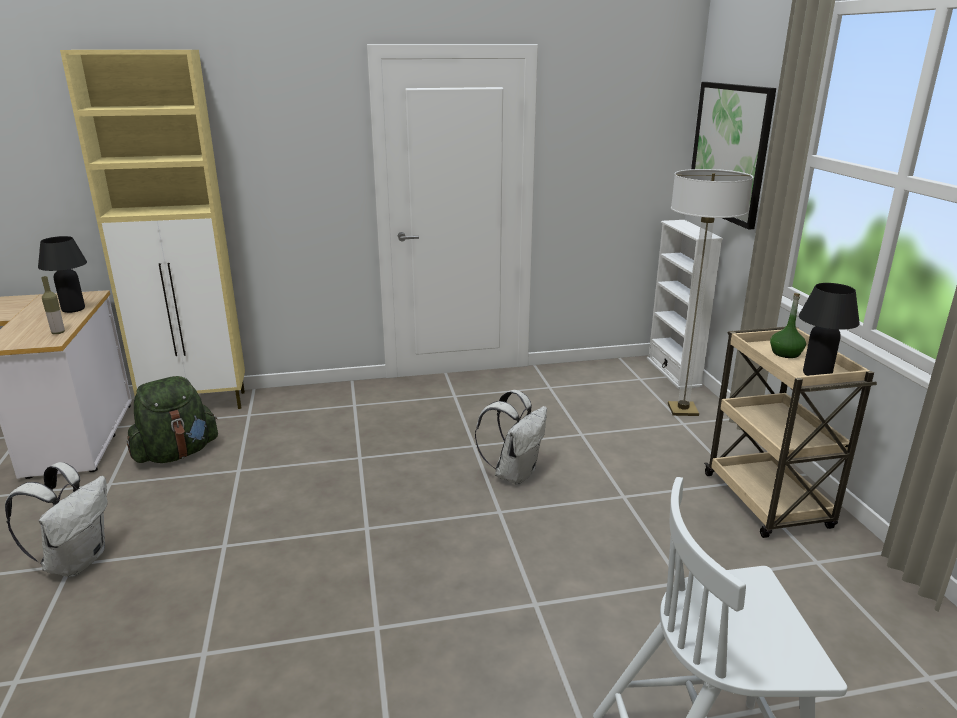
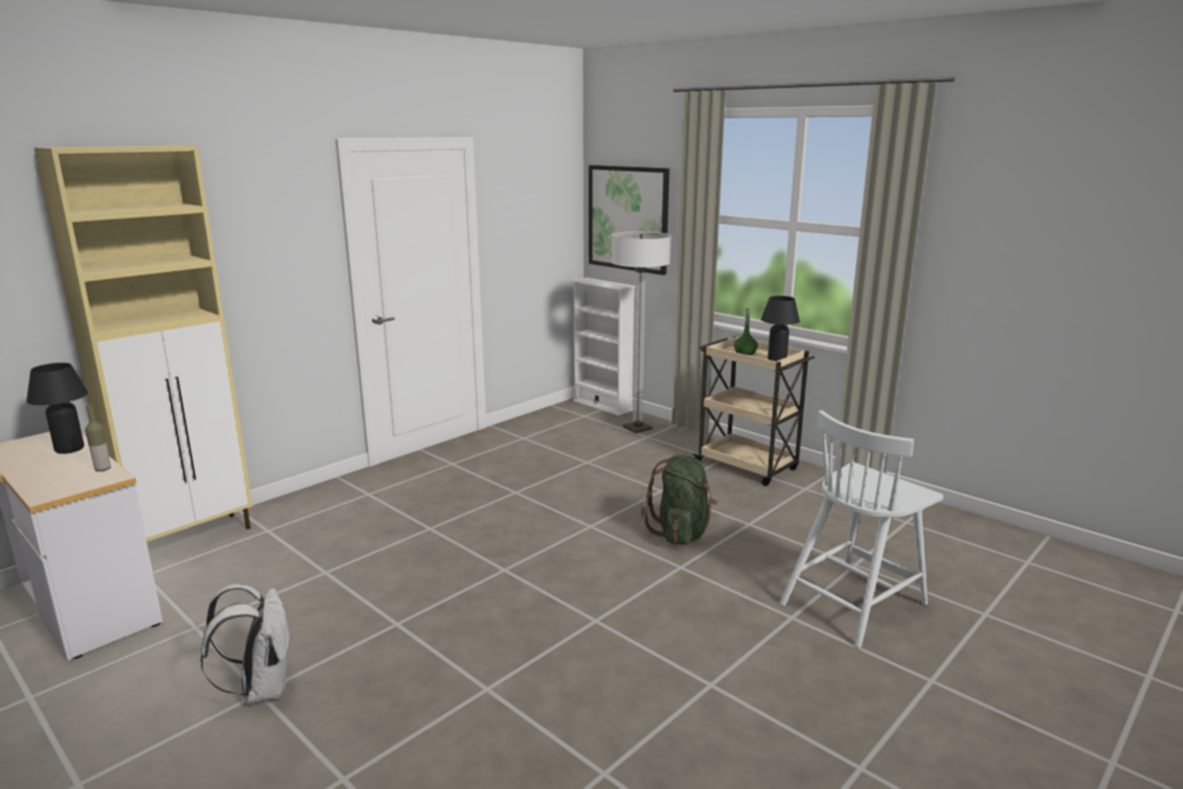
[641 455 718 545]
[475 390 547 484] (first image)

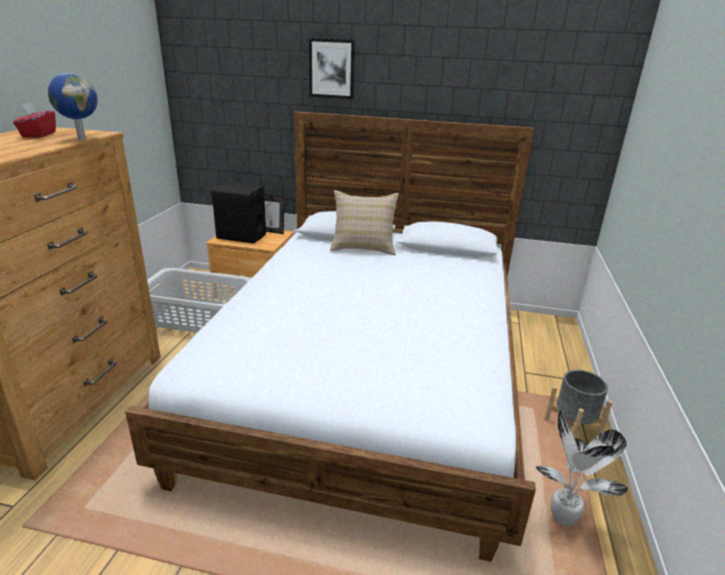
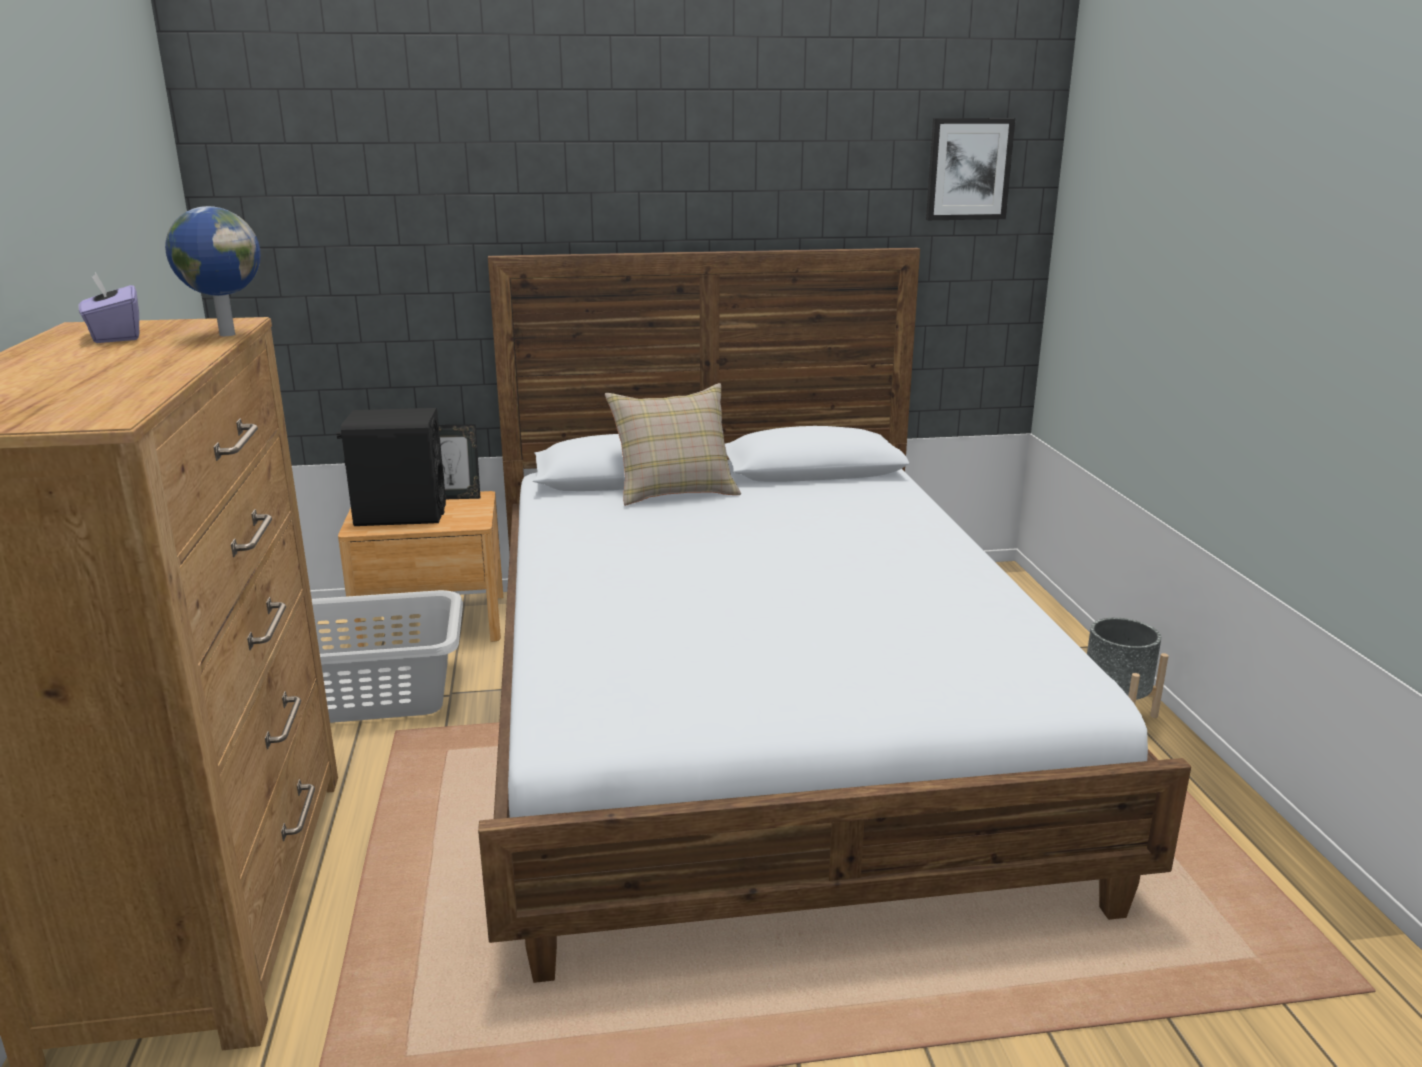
[926 118 1015 220]
[78 272 139 343]
[536 410 628 526] (first image)

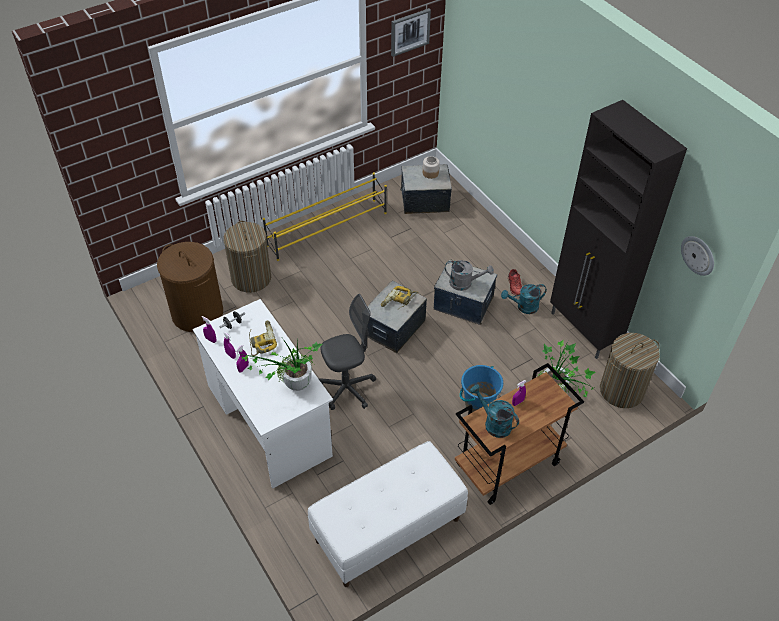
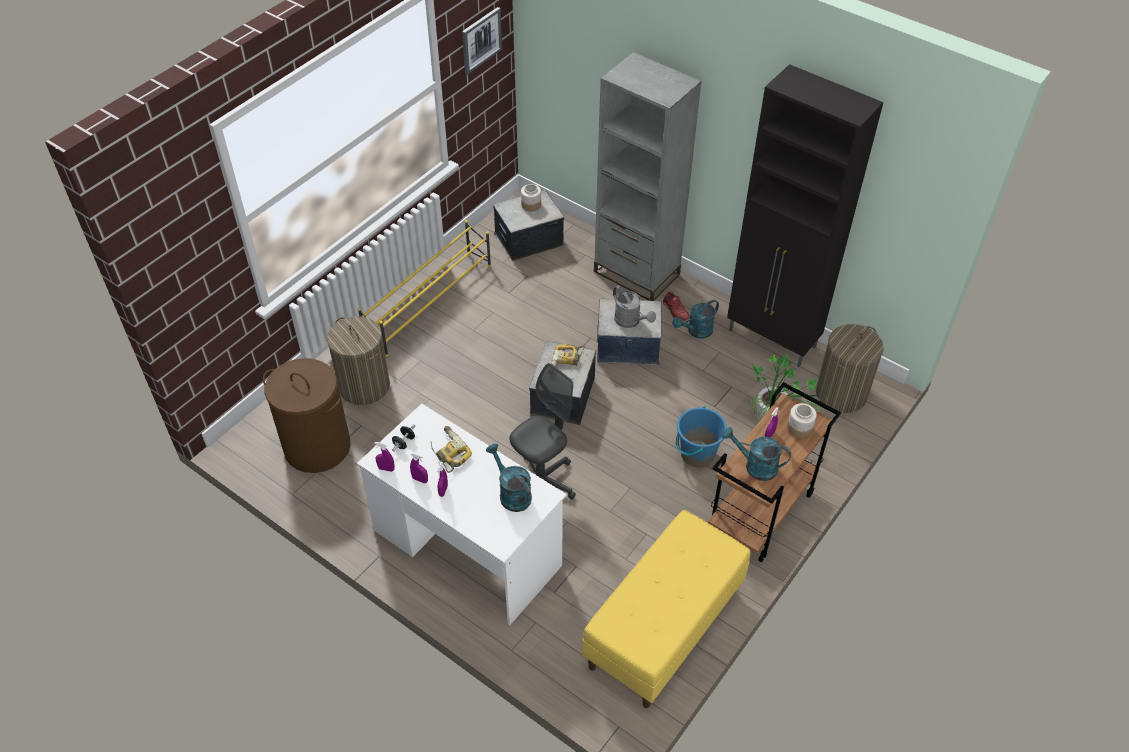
[681 236 714 276] (first image)
[613 286 656 328]
[486 443 532 512]
[582 510 750 708]
[594 52 702 301]
[787 403 817 438]

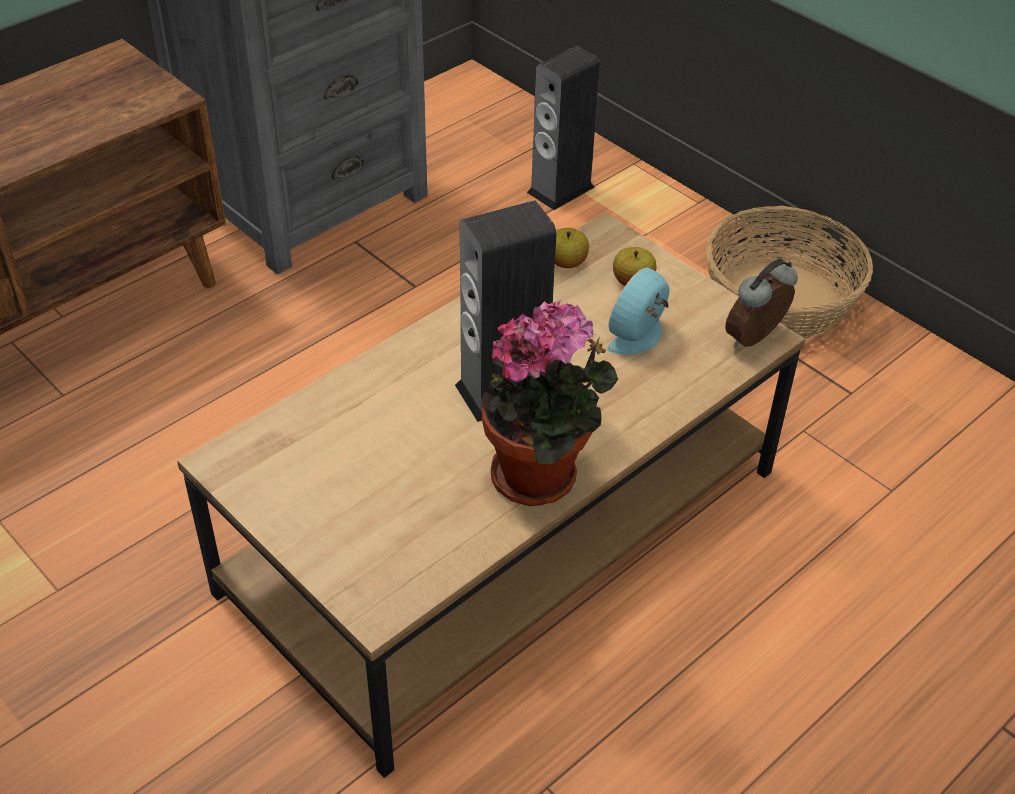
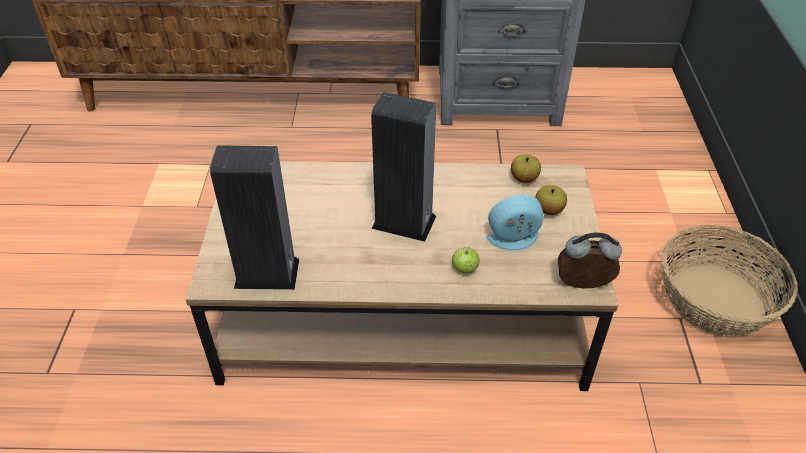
[210 145 299 290]
[481 300 618 506] (first image)
[452 246 480 273]

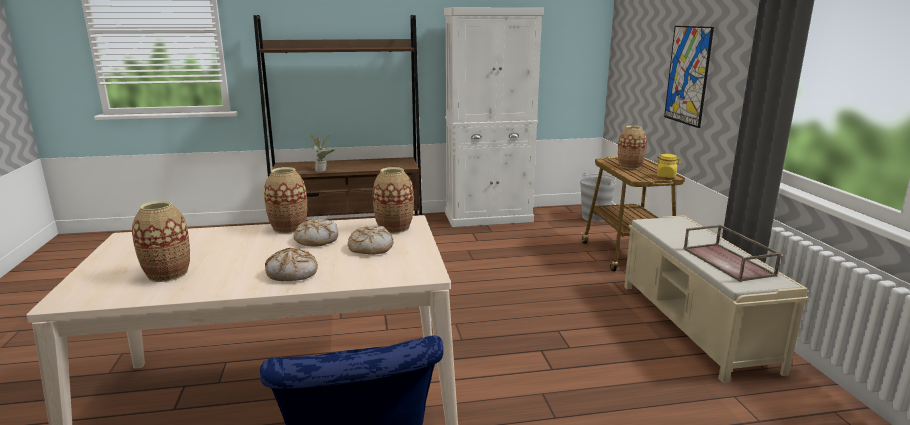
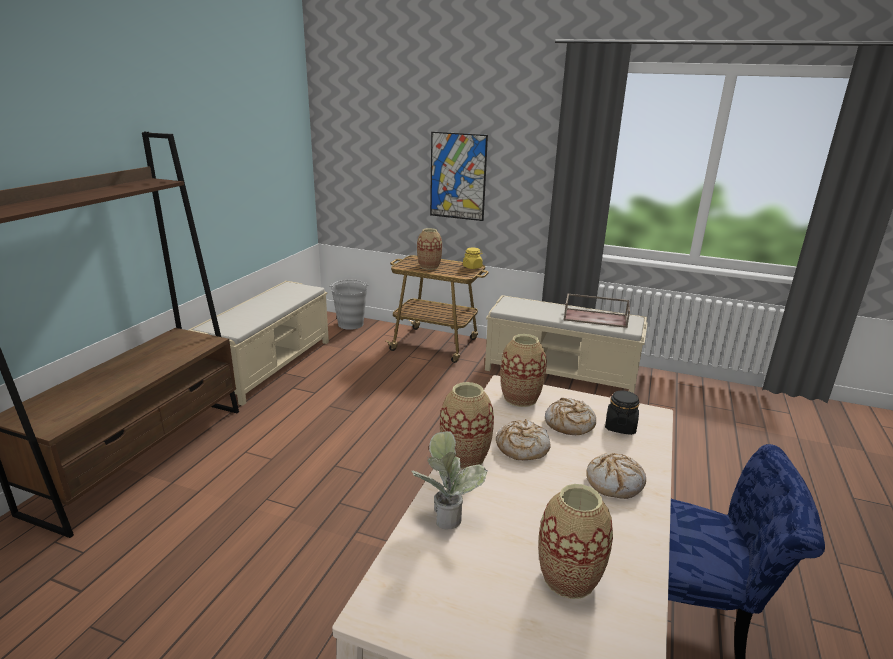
[189 281 329 406]
[412 431 488 530]
[605 390 640 435]

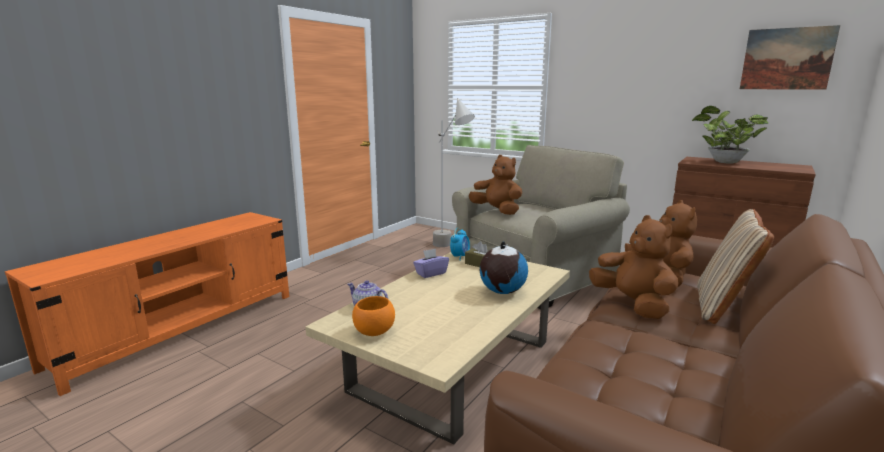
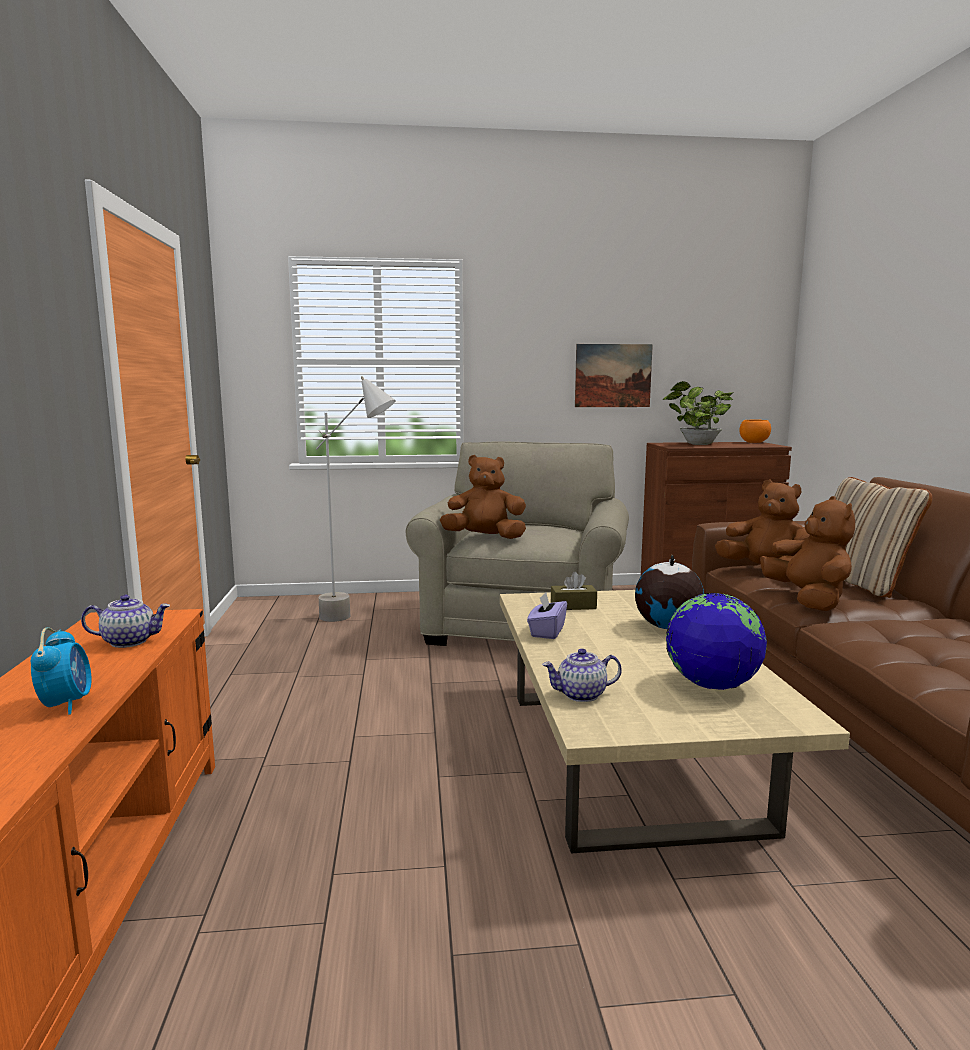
[575 344 653 407]
[760 496 855 611]
[31 627 92 715]
[739 420 771 443]
[666 593 767 690]
[81 595 170 648]

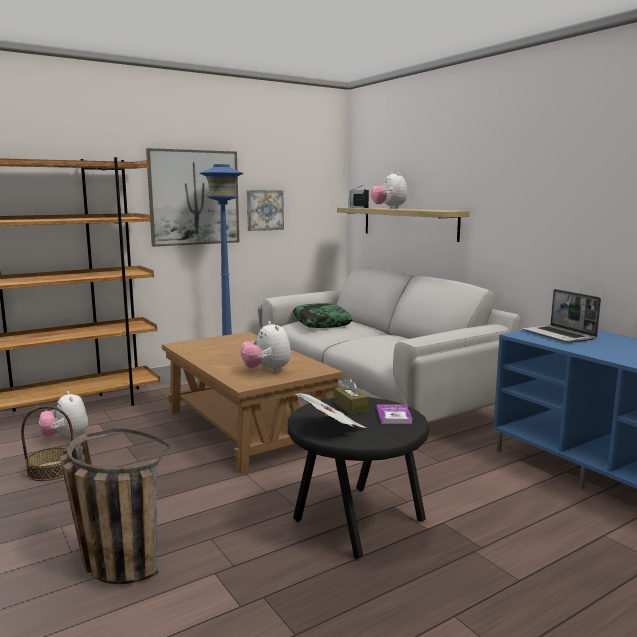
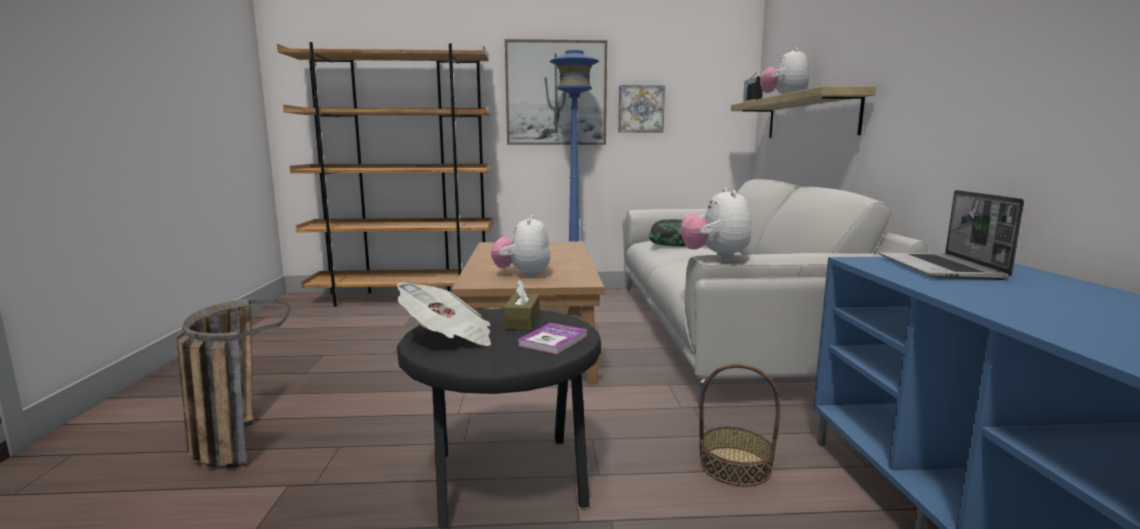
[680 188 751 260]
[699 364 780 486]

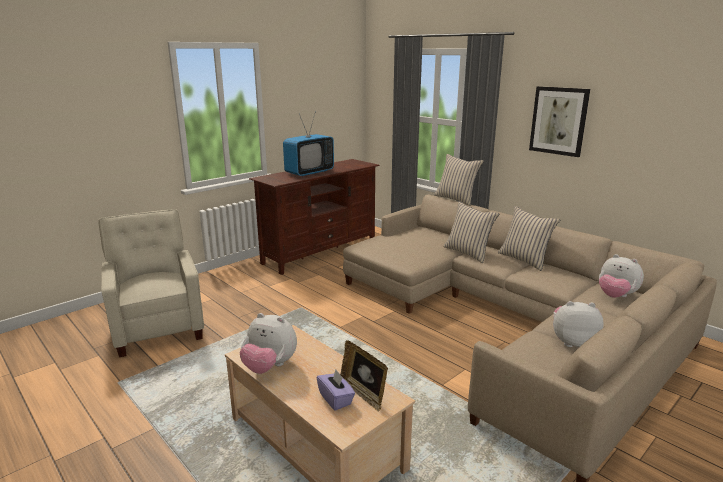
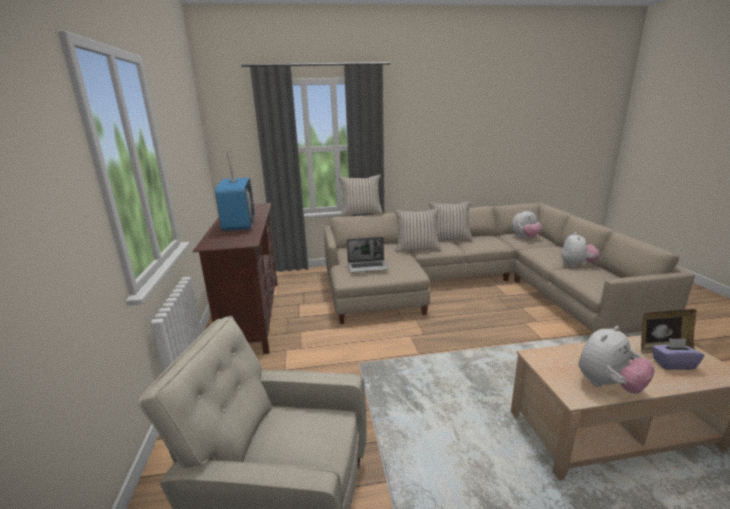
[529 86 590 157] (first image)
[561 232 599 268]
[347 237 388 273]

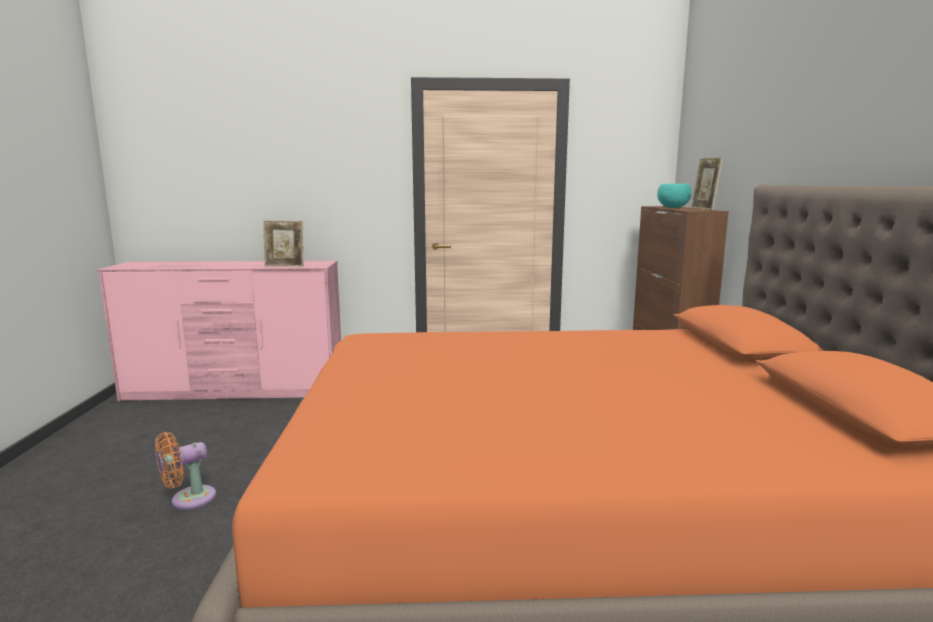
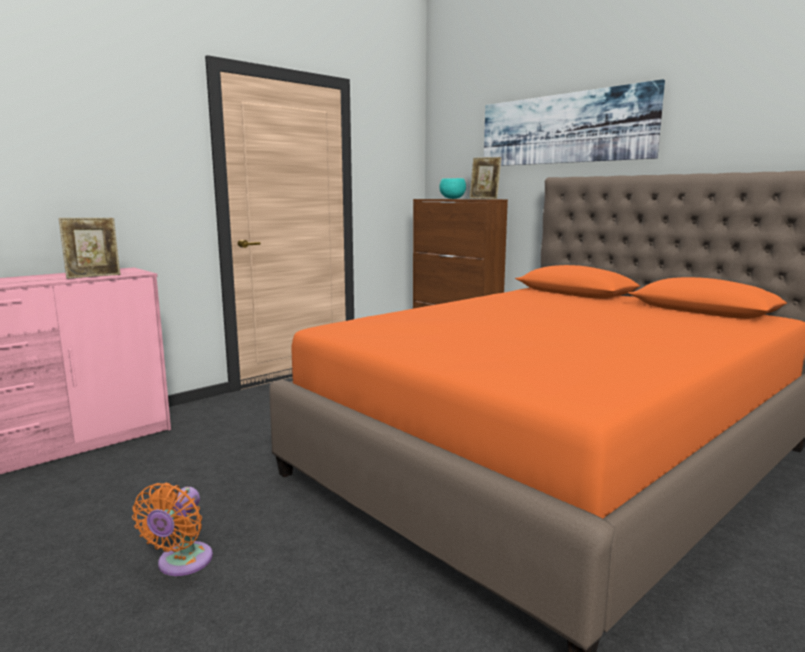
[484 79 665 166]

